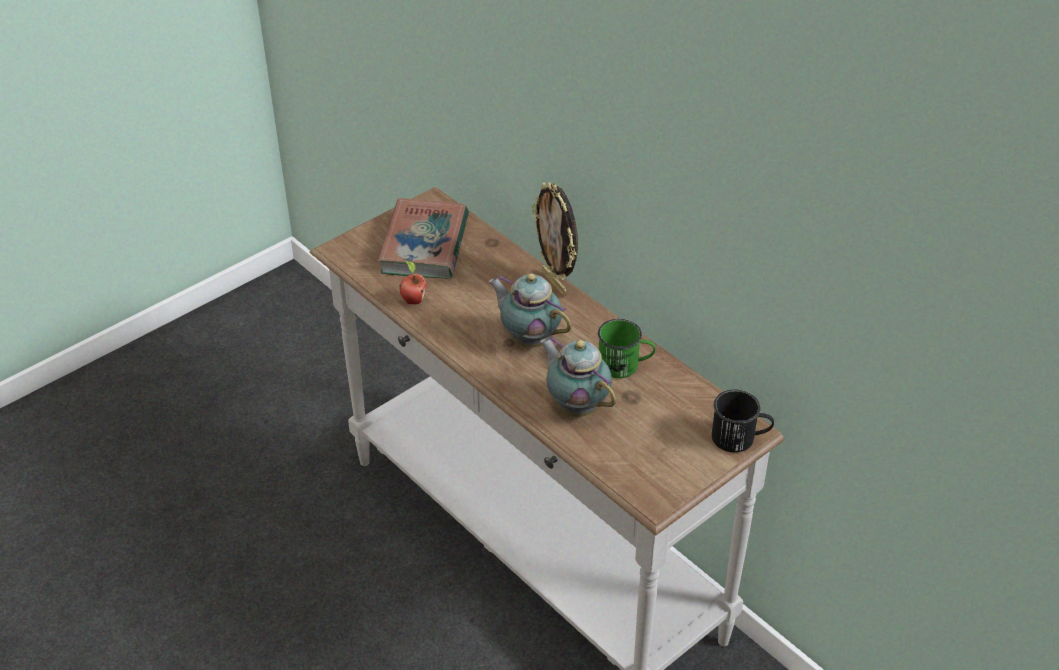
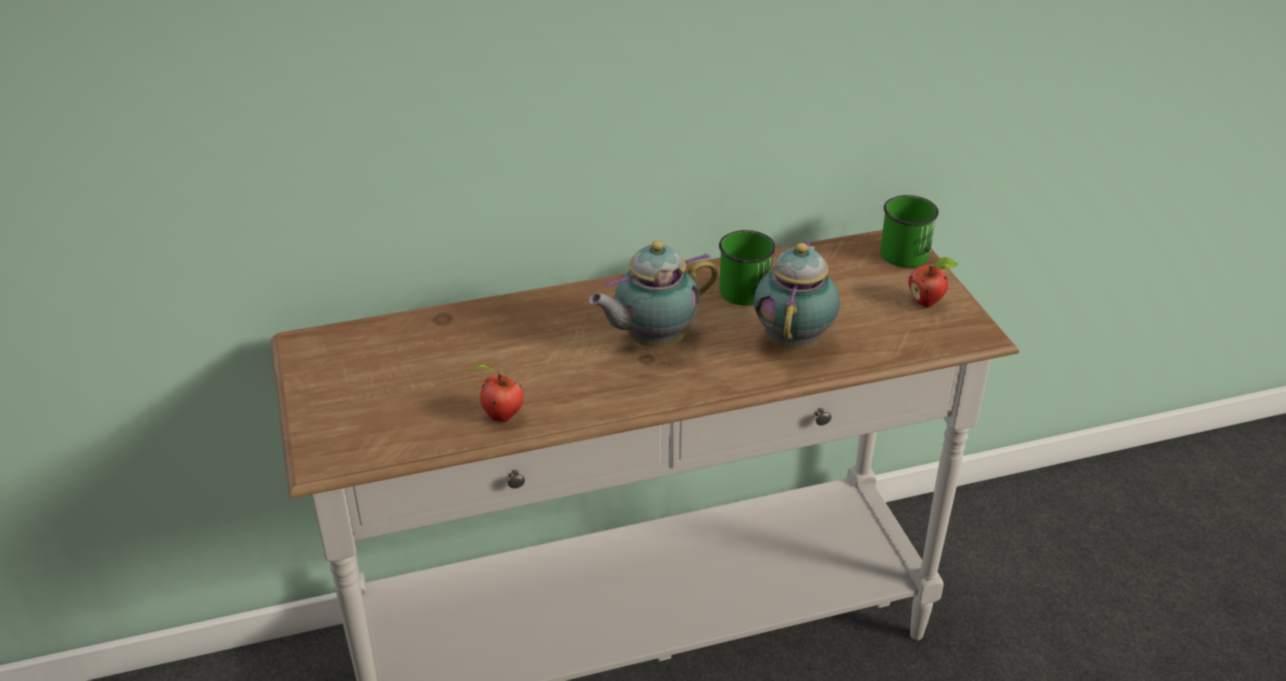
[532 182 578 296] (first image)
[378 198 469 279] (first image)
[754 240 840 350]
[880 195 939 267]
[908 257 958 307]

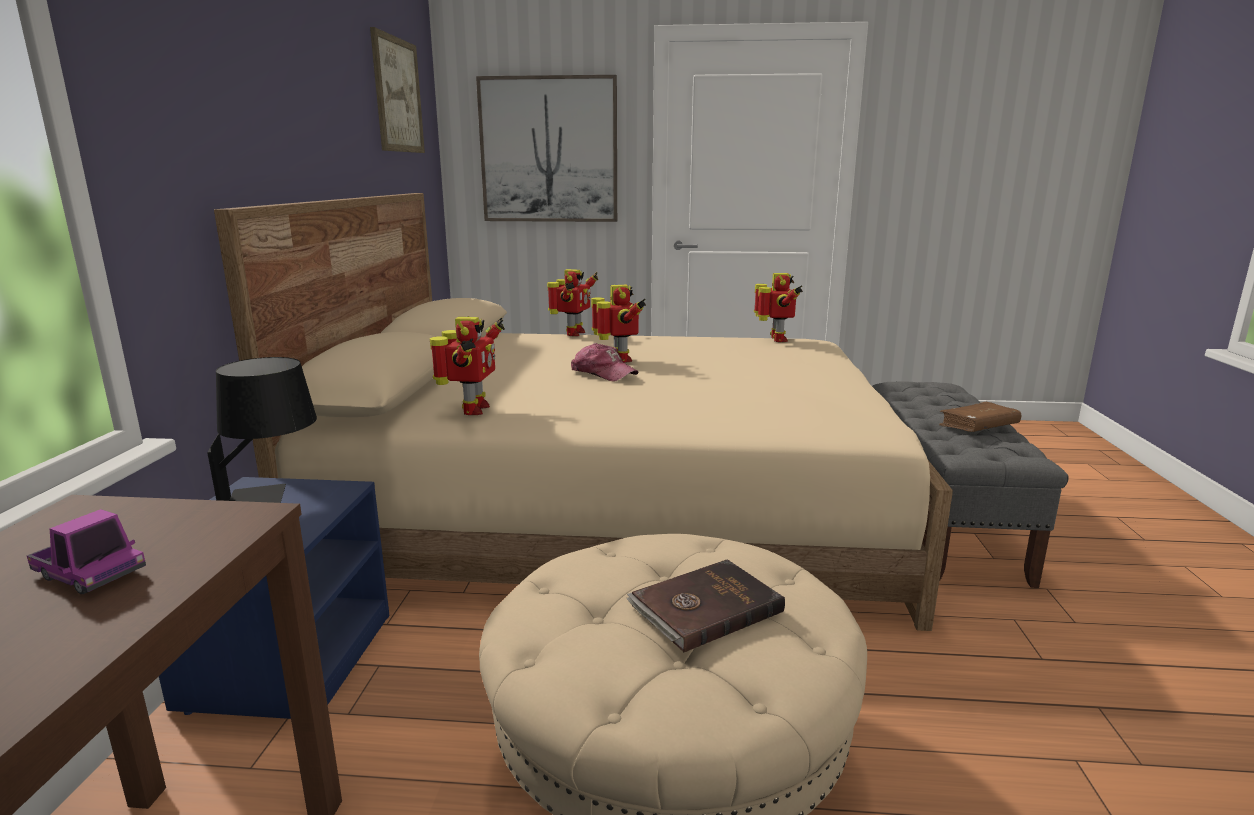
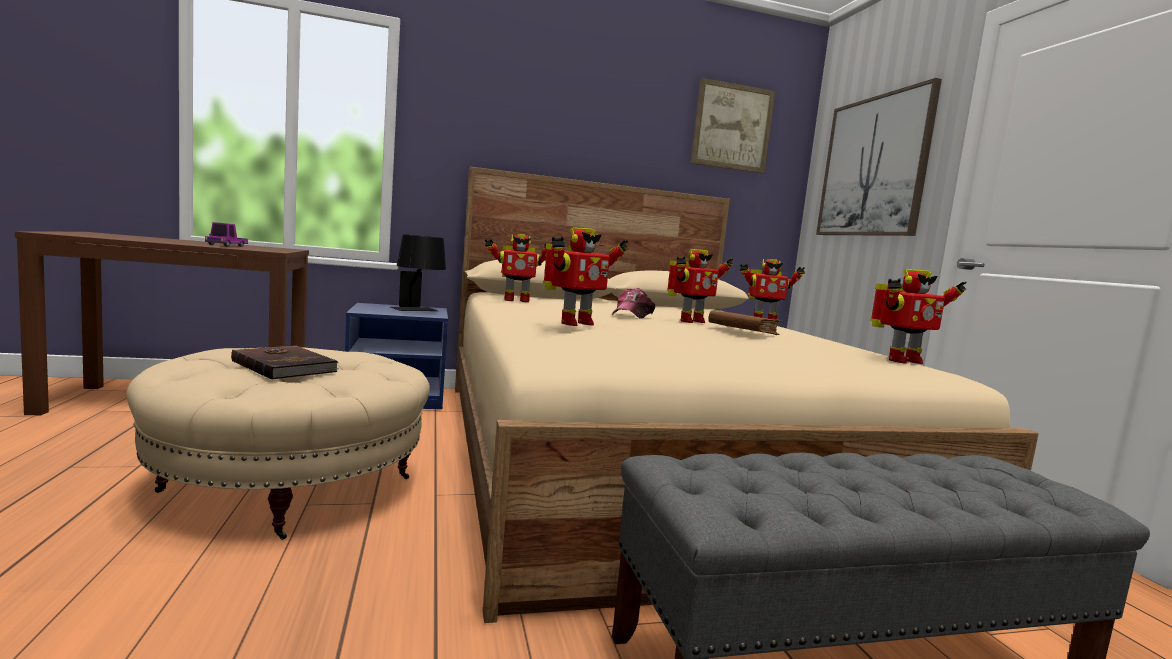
[708 311 781 335]
[543 227 629 326]

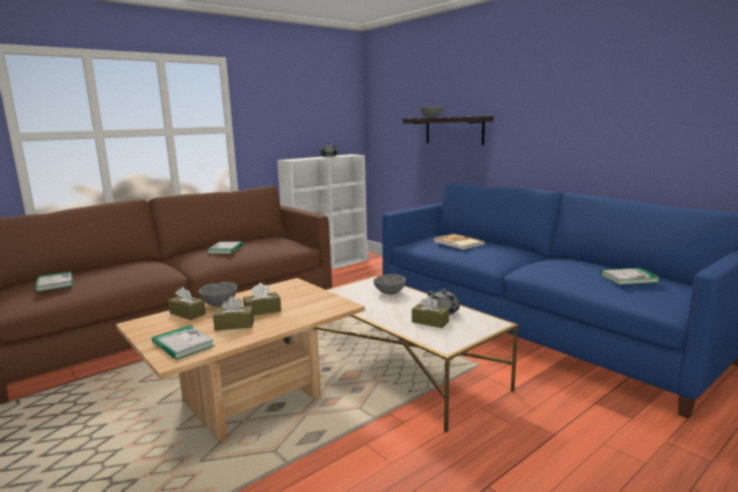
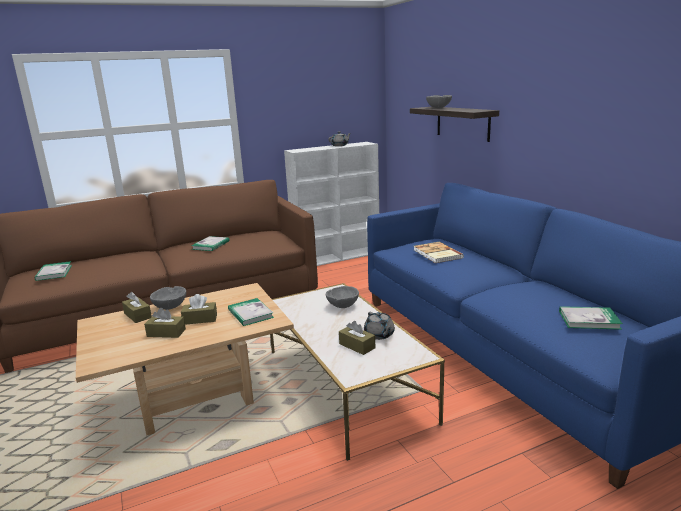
[228 298 274 326]

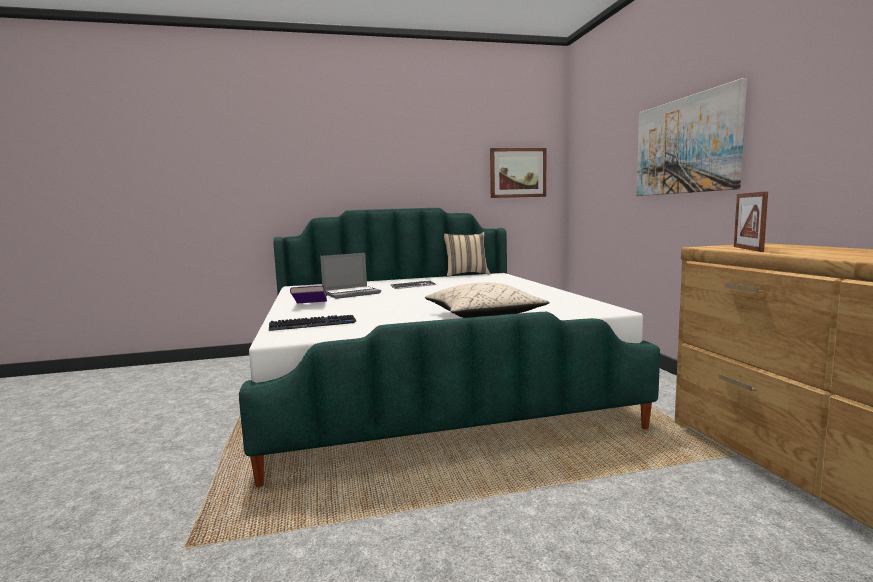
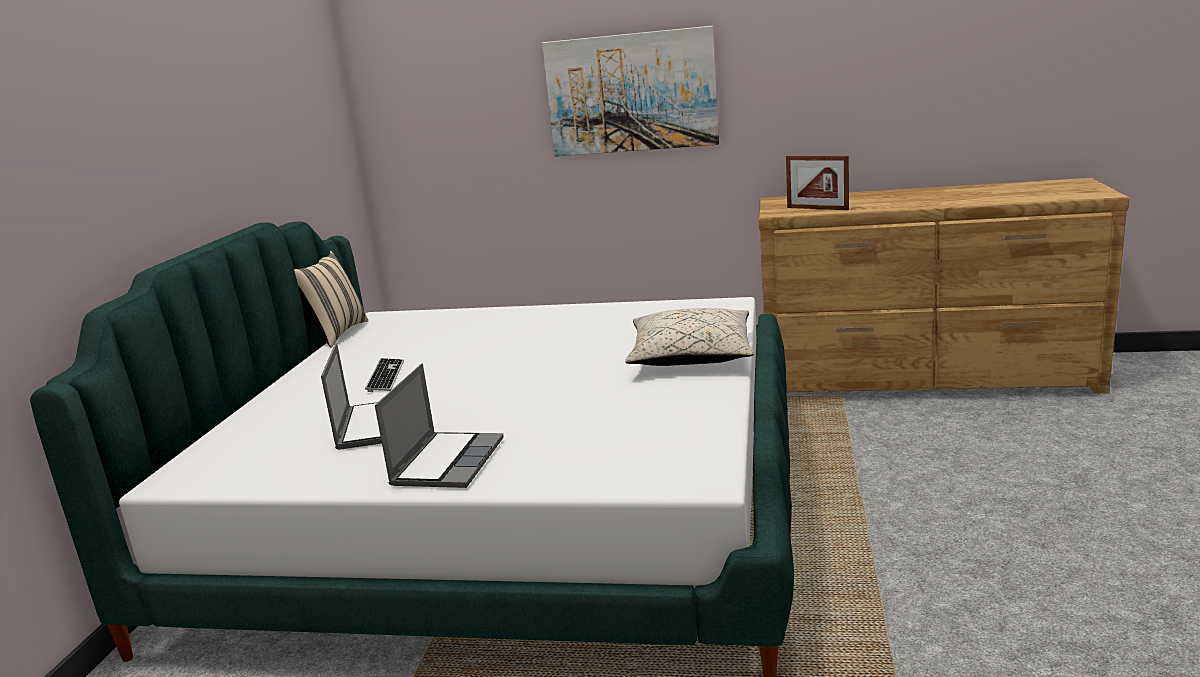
[490 148 546 198] (first image)
[375 363 504 488]
[269 315 356 331] (first image)

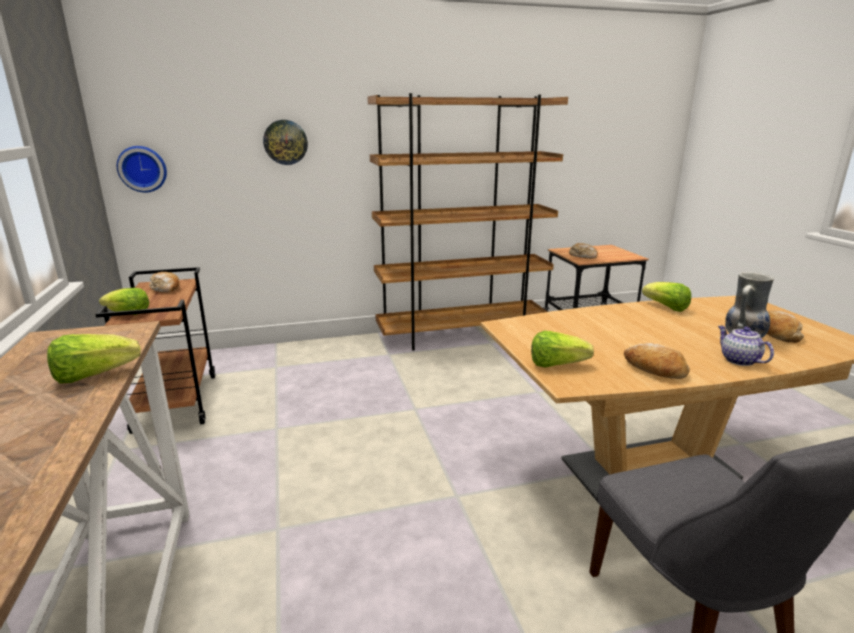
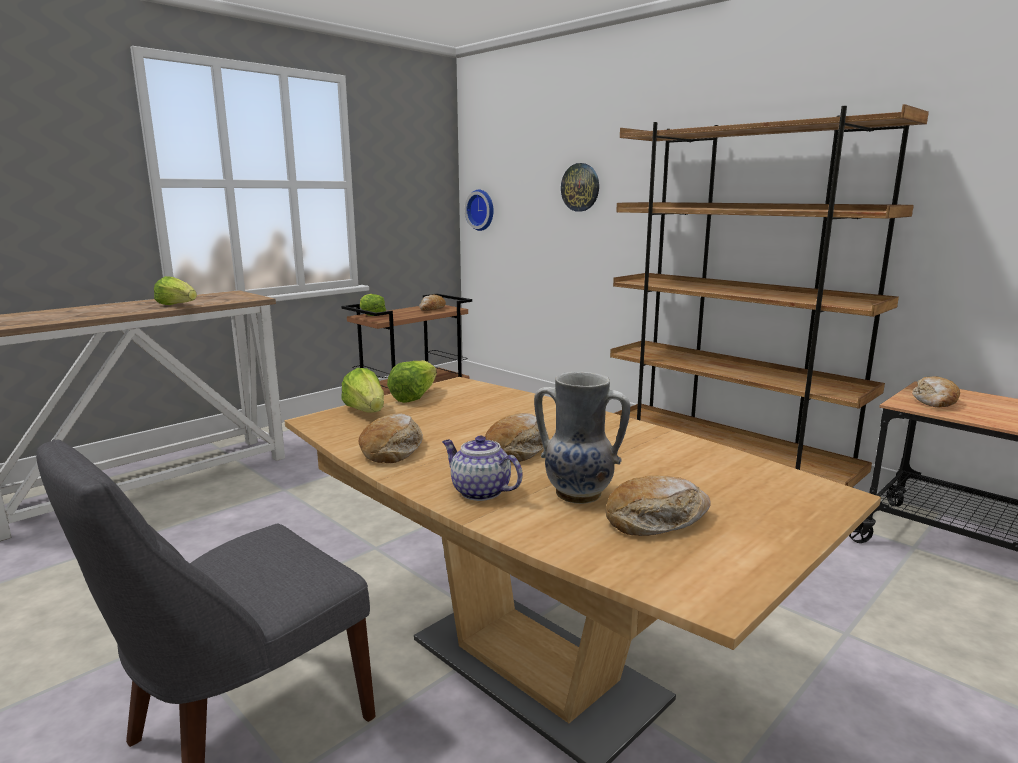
[387 360 437 403]
[442 436 523 501]
[485 413 549 462]

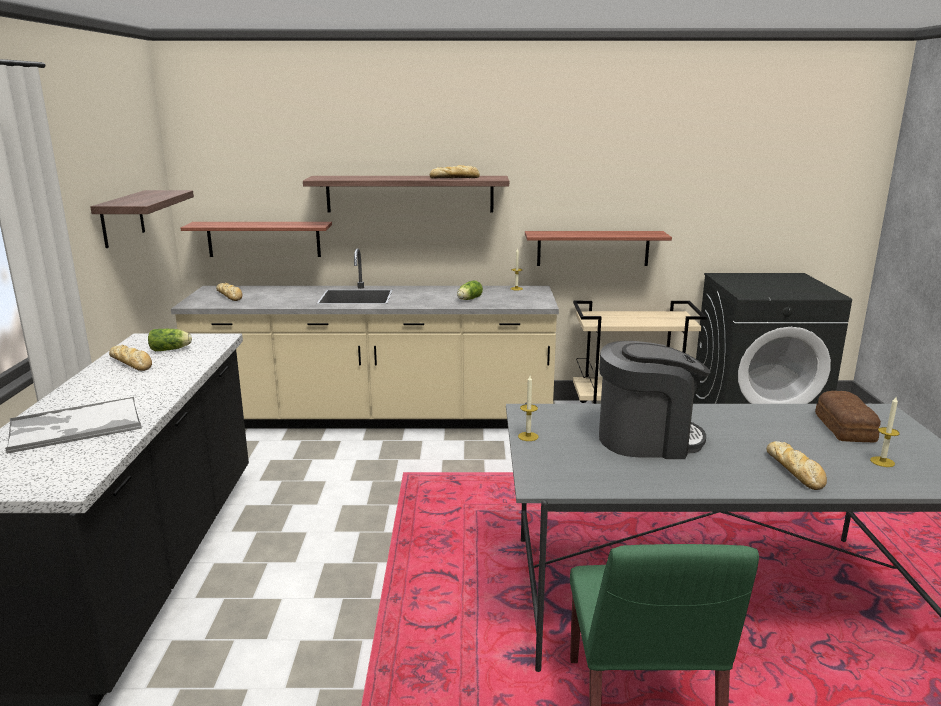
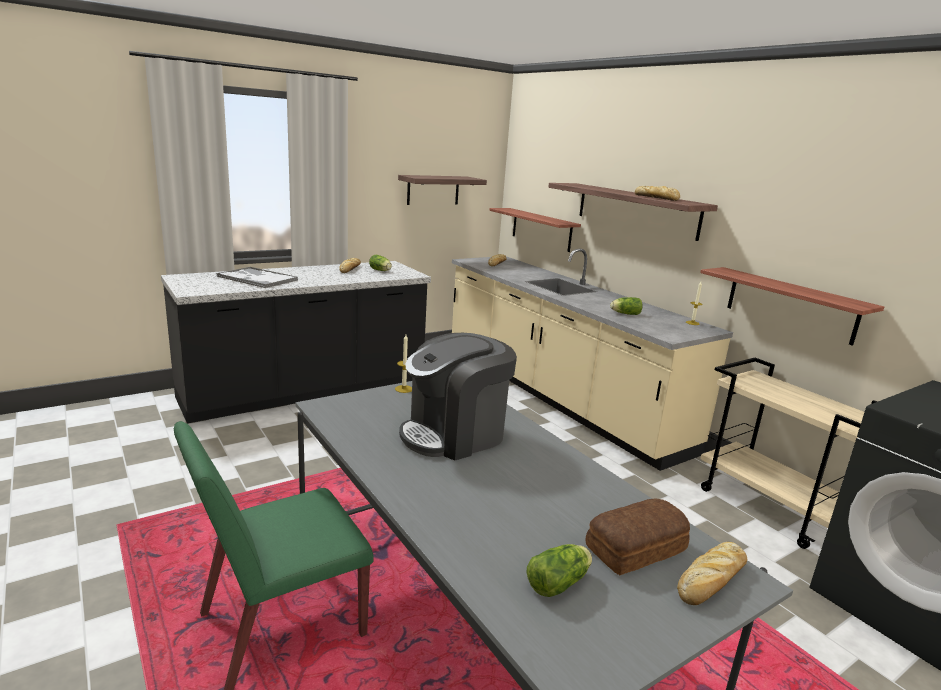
[399 333 517 460]
[527 544 592 597]
[677 542 747 605]

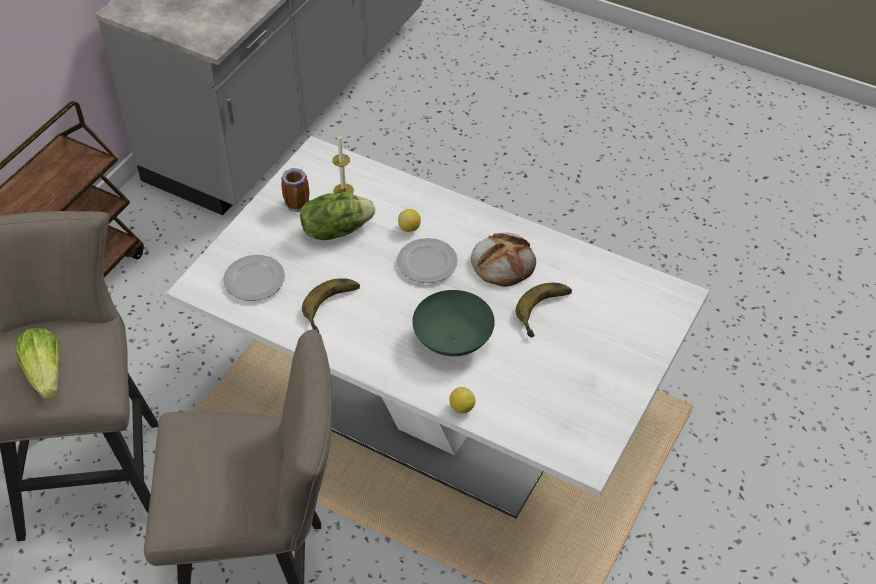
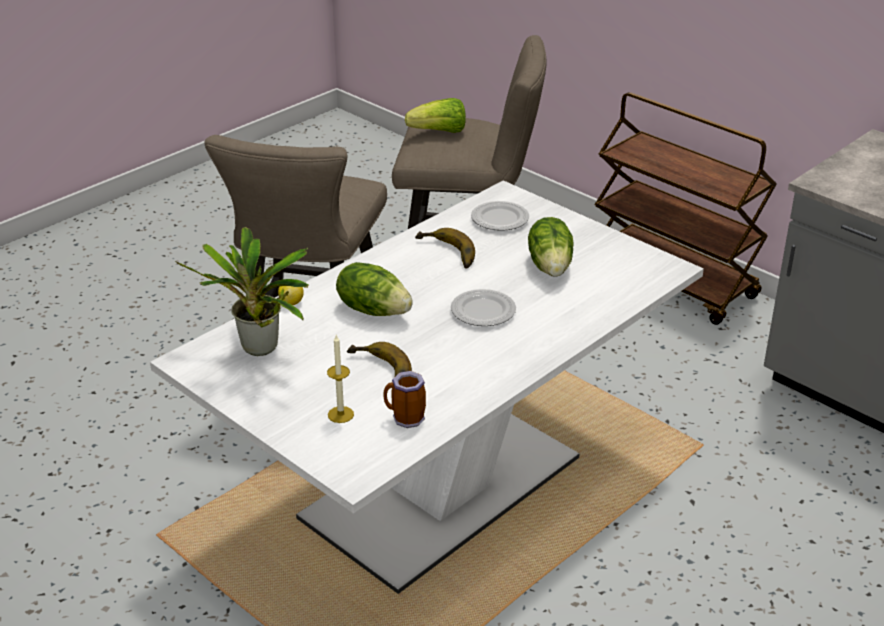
[327 335 354 423]
[383 371 426 428]
[398 209 421 232] (first image)
[471 233 536 287] (first image)
[336 262 413 316]
[175 227 309 356]

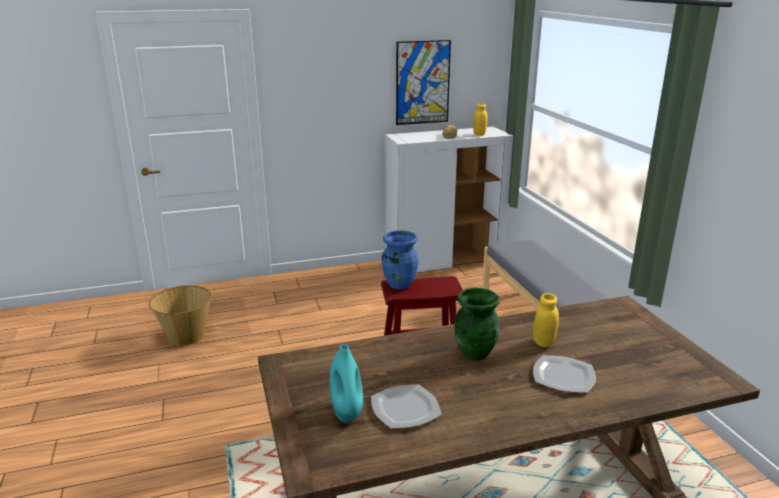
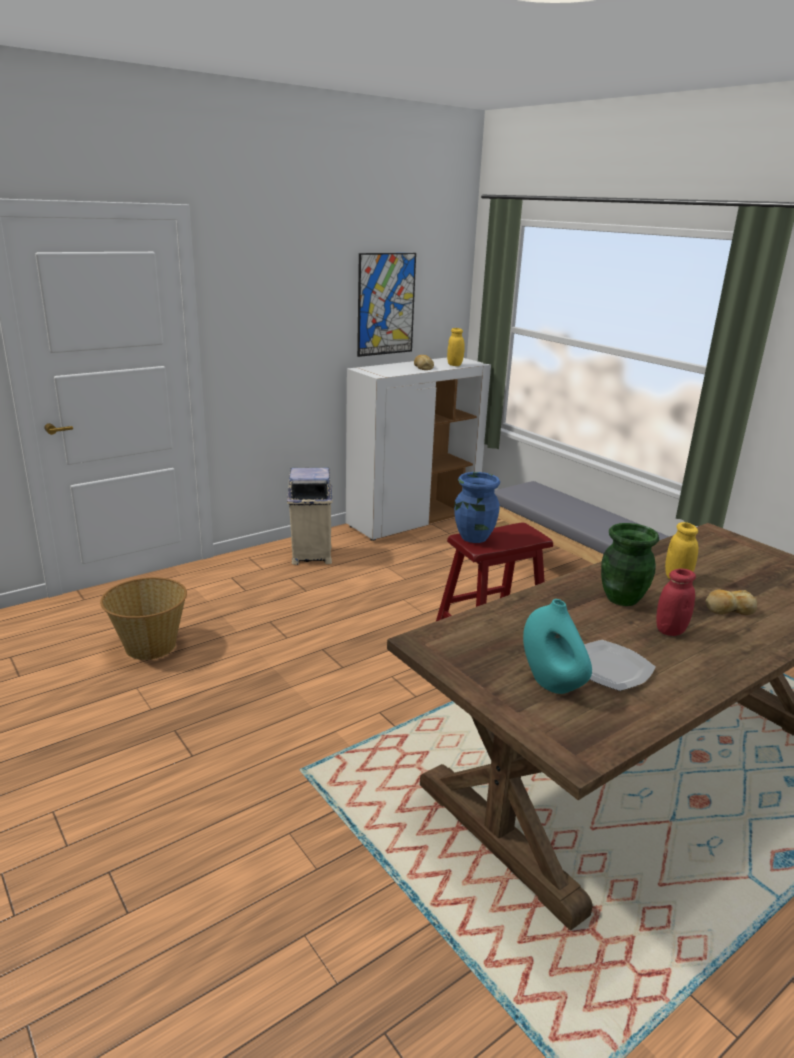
[705 589 757 615]
[287 468 332 565]
[656 568 696 636]

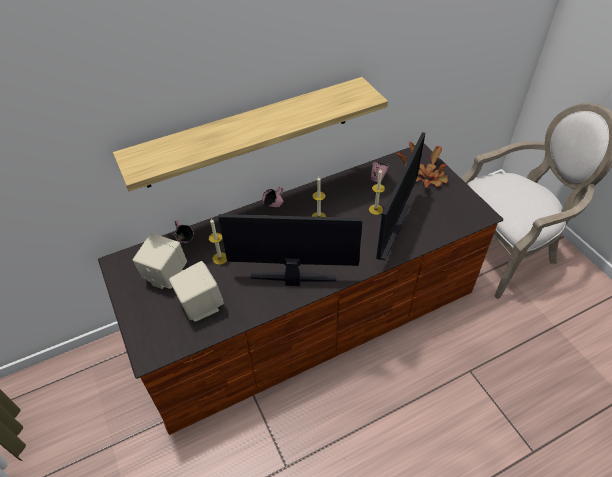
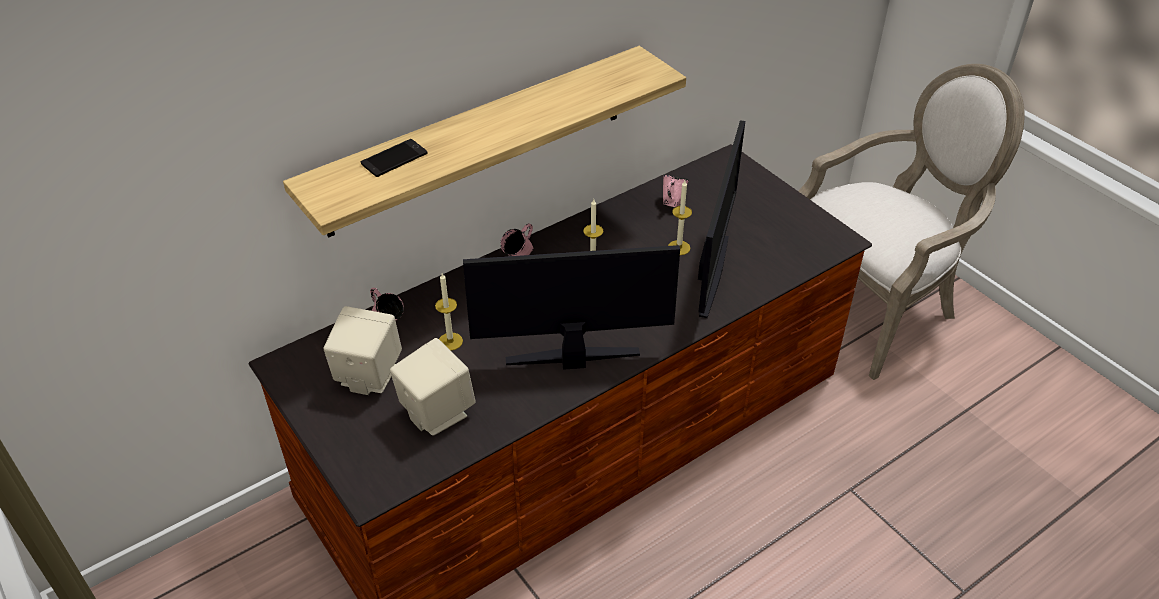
[397 142 448 188] (first image)
[361 139 428 177]

